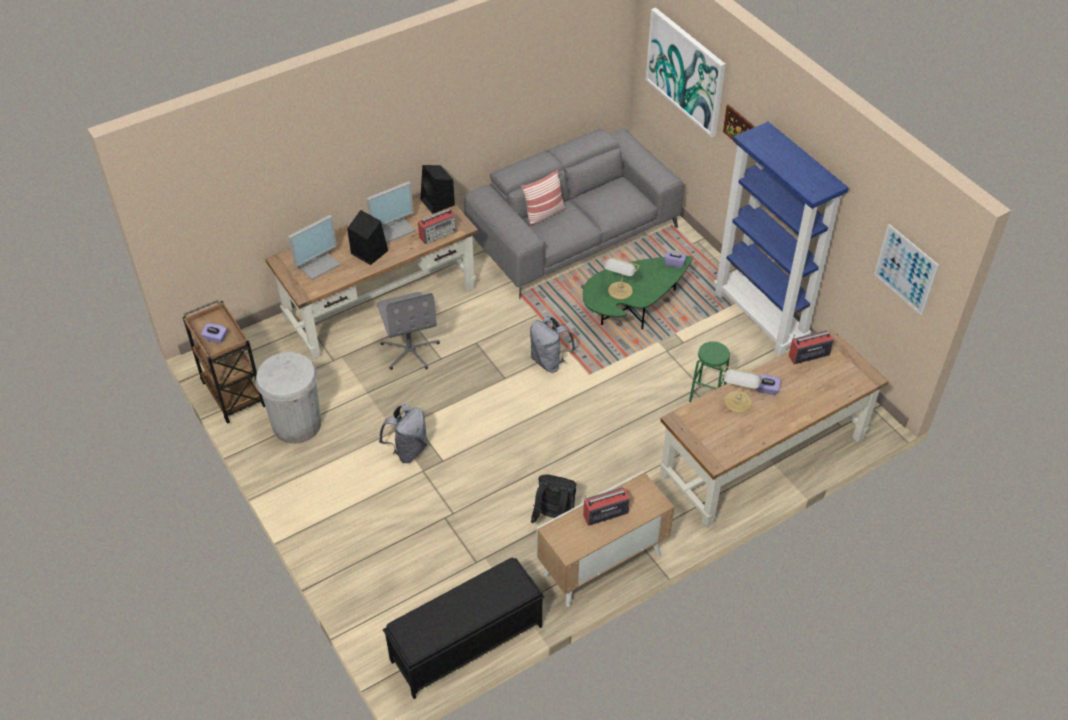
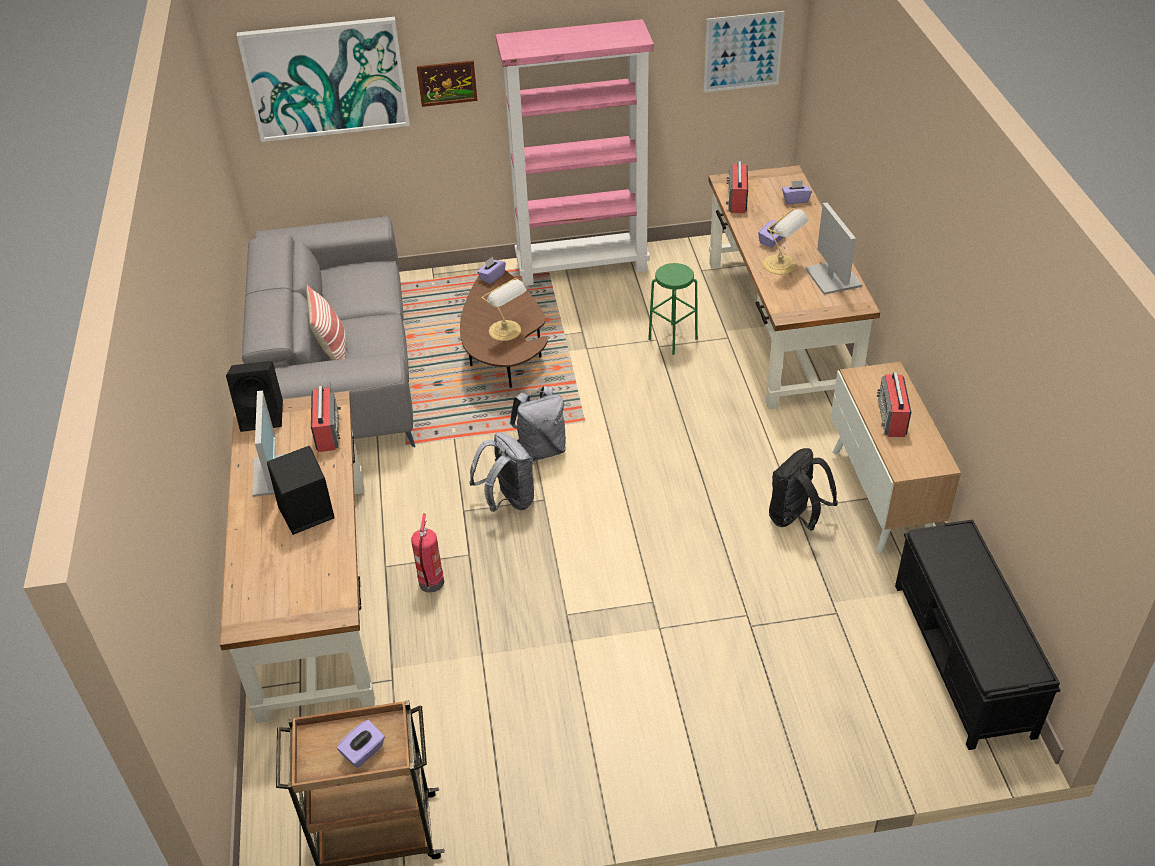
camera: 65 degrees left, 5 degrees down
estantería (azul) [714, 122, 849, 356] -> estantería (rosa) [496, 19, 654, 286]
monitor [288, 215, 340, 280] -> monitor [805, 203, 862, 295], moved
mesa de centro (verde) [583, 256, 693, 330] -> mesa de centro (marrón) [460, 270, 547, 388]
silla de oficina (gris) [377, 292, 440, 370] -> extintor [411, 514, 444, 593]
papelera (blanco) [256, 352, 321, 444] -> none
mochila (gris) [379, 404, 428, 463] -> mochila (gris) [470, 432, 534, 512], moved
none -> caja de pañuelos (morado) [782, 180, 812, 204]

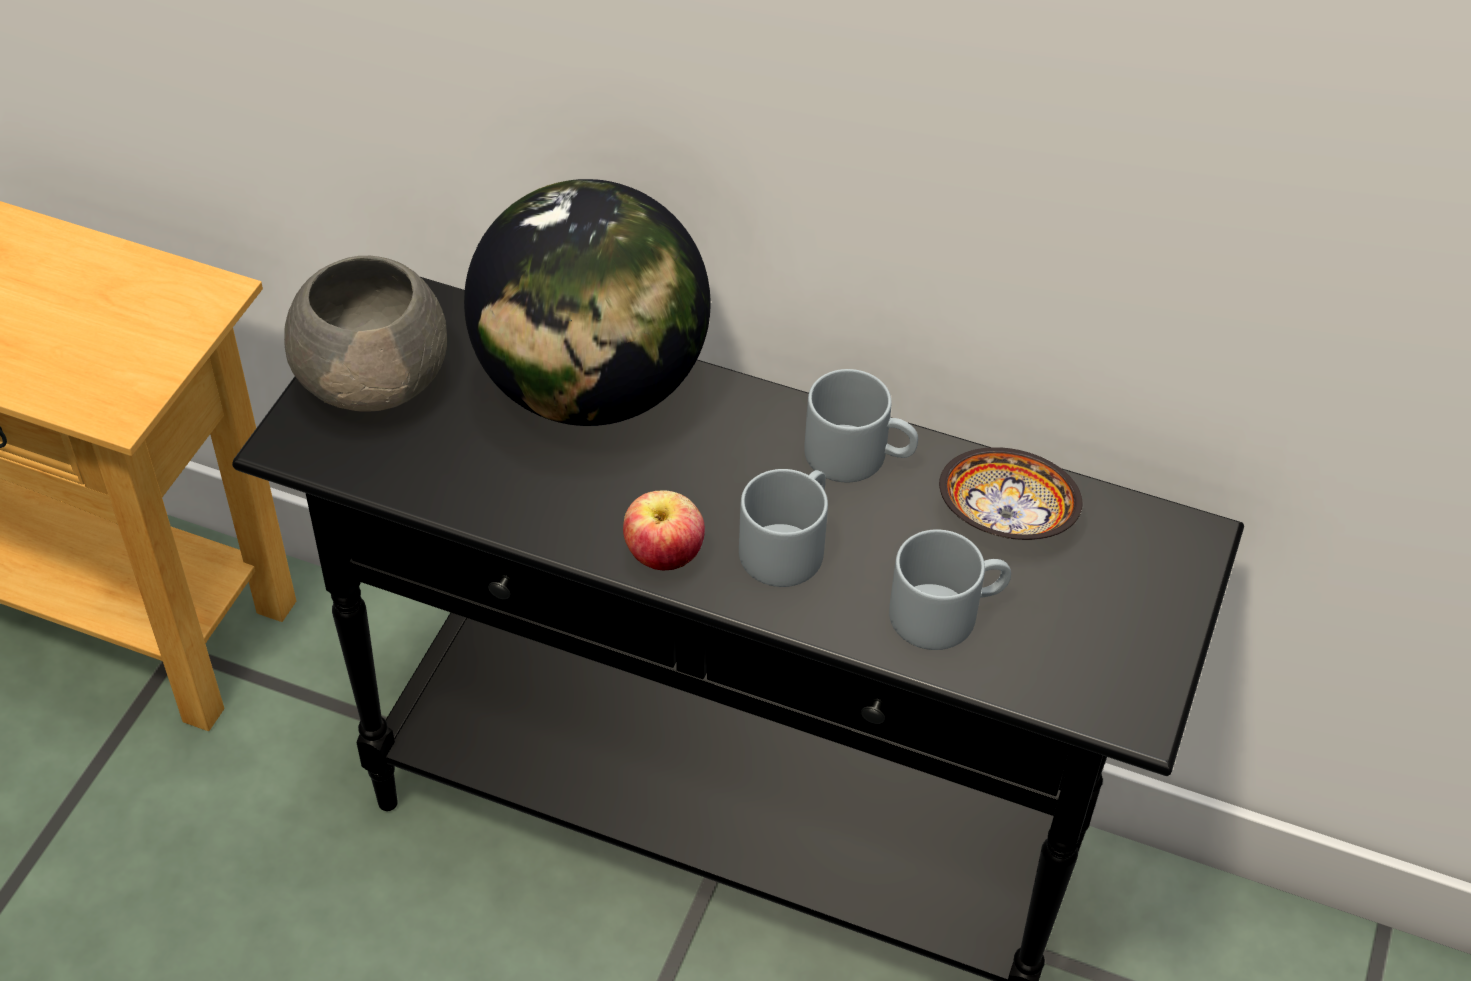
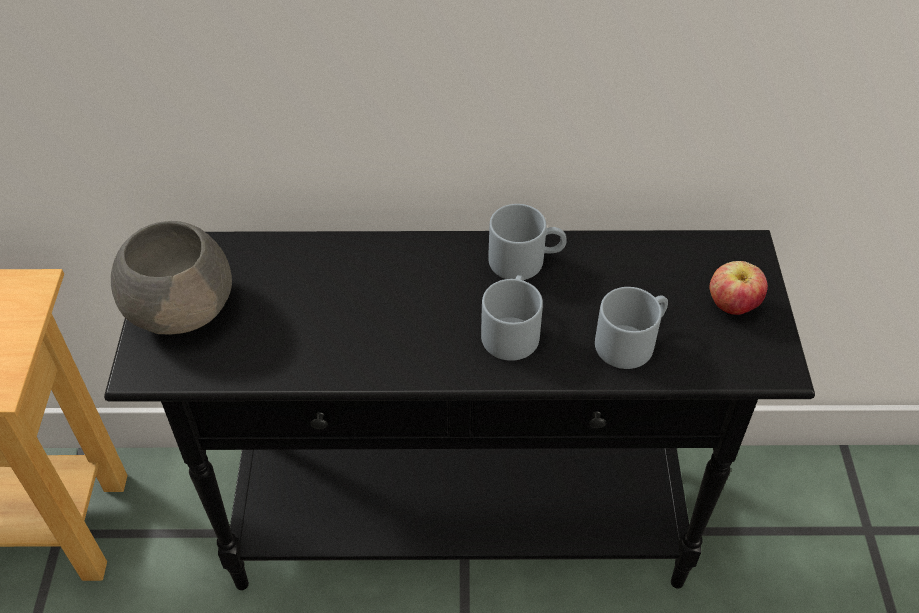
camera: 20 degrees left, 0 degrees up
globo terráqueo [464, 179, 711, 426] -> none
cuenco [939, 447, 1083, 540] -> none
manzana [623, 490, 705, 570] -> manzana [710, 261, 768, 315], moved

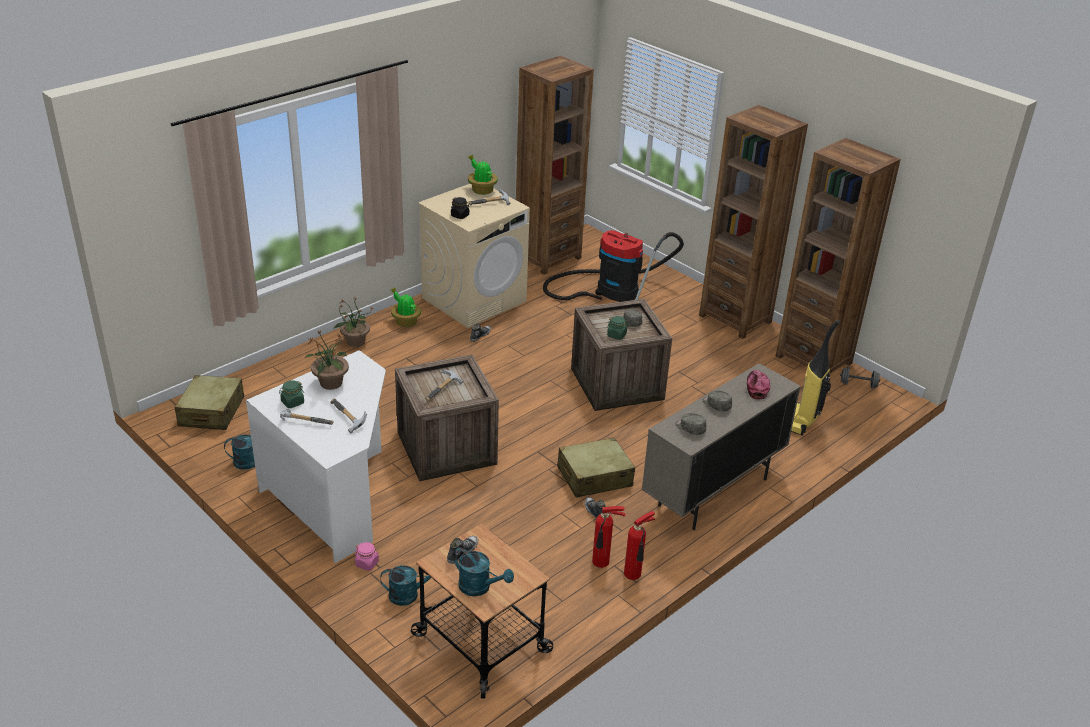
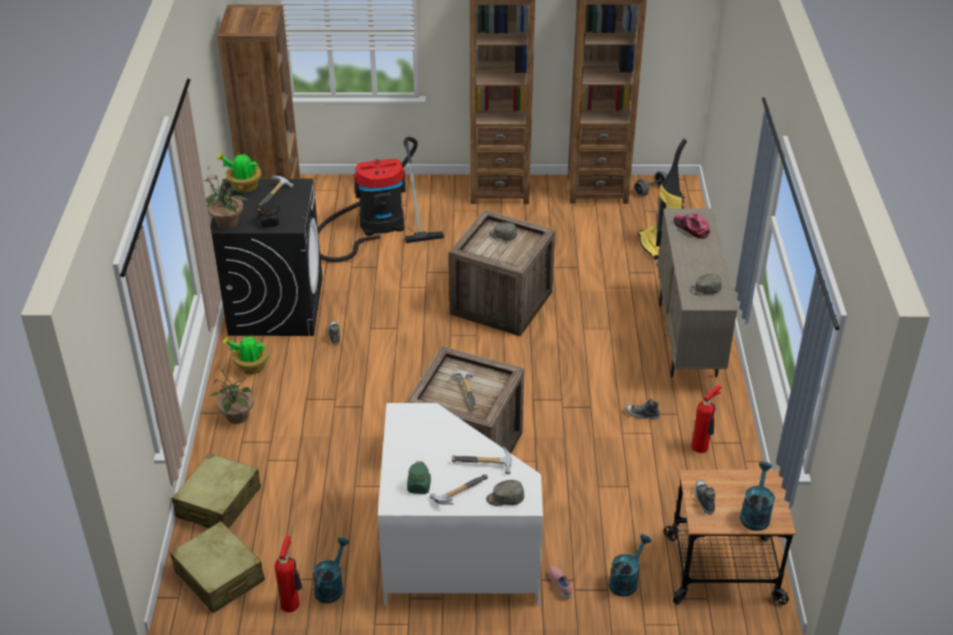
camera: 45 degrees left, 5 degrees up
lavadora (beis) [418, 184, 530, 328] -> lavadora (negro) [210, 179, 323, 336]
tarro (verde) [607, 316, 628, 340] -> none
planta en maceta [304, 330, 349, 390] -> planta en maceta [204, 174, 247, 229], moved
gorra (gris) [703, 390, 732, 412] -> gorra (gris) [486, 480, 524, 506], moved
maleta (beis) [557, 438, 635, 498] -> maleta (beis) [172, 453, 261, 529], moved
extintor [624, 511, 655, 580] -> extintor [275, 536, 302, 612], moved
tarro (rosa) [355, 542, 379, 571] -> zapato (rosa) [549, 566, 572, 599]
regadera (turquesa) [453, 547, 514, 596] -> regadera (turquesa) [740, 462, 775, 531], 60 degrees counterclockwise

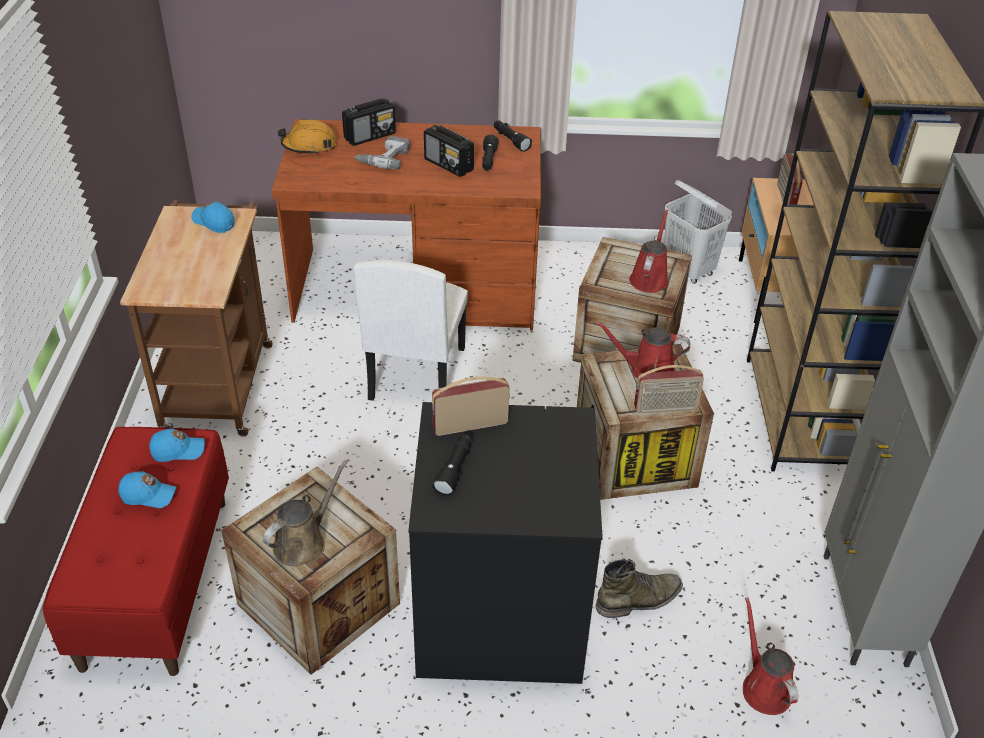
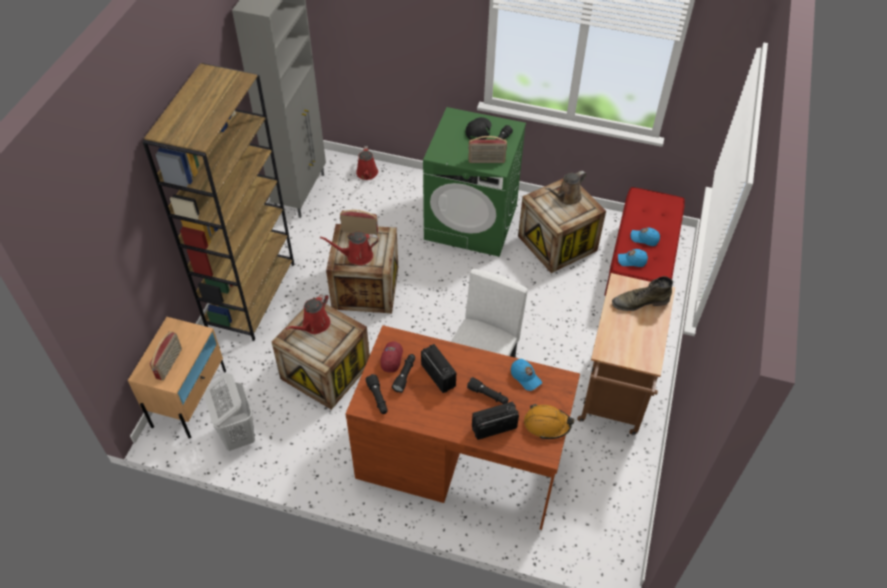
camera: 165 degrees left, 10 degrees up
taladro [355, 136, 410, 169] -> linterna (negro) [467, 377, 509, 404]
gorra (azul) [191, 202, 234, 233] -> gorra (azul) [511, 359, 542, 391], moved
regadera (rojo) [596, 321, 690, 378] -> regadera (rojo) [320, 232, 379, 265], 150 degrees clockwise
lavadora (negro) [408, 402, 603, 684] -> lavadora (verde) [423, 107, 526, 257]
bota (verde) [596, 559, 683, 618] -> bota (verde) [612, 276, 673, 311], moved
none -> gorra (negro) [466, 117, 492, 140]
none -> gorra (rojo) [380, 341, 403, 372]

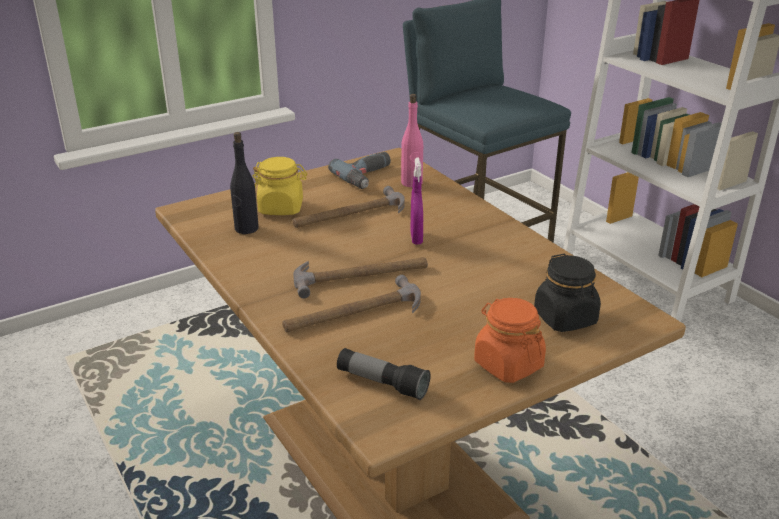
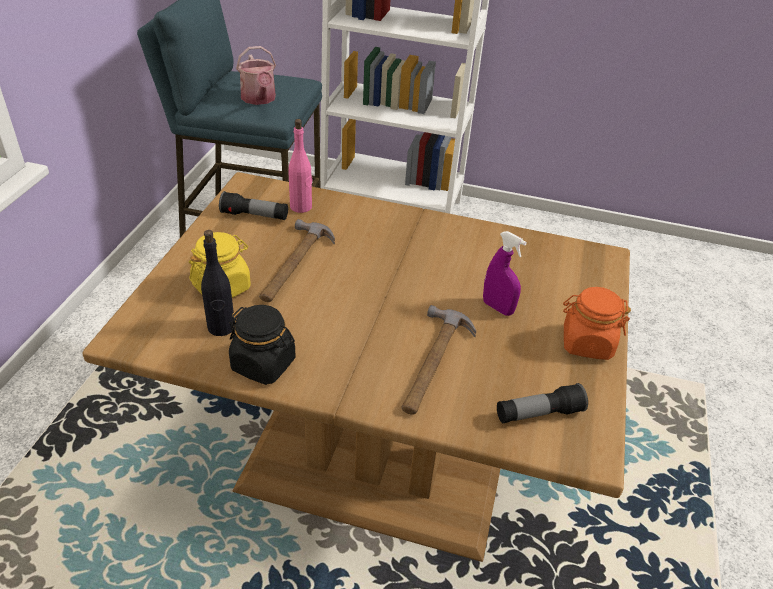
camera: 45 degrees left, 10 degrees up
taladro [328, 152, 391, 189] -> linterna [219, 191, 288, 220]
pulverizador (morado) [410, 157, 423, 245] -> pulverizador (morado) [483, 231, 527, 316], moved
tarro (negro) [534, 254, 601, 332] -> tarro (negro) [229, 305, 296, 385], moved
martillo [293, 257, 428, 299] -> none
none -> regadera [236, 46, 276, 105]

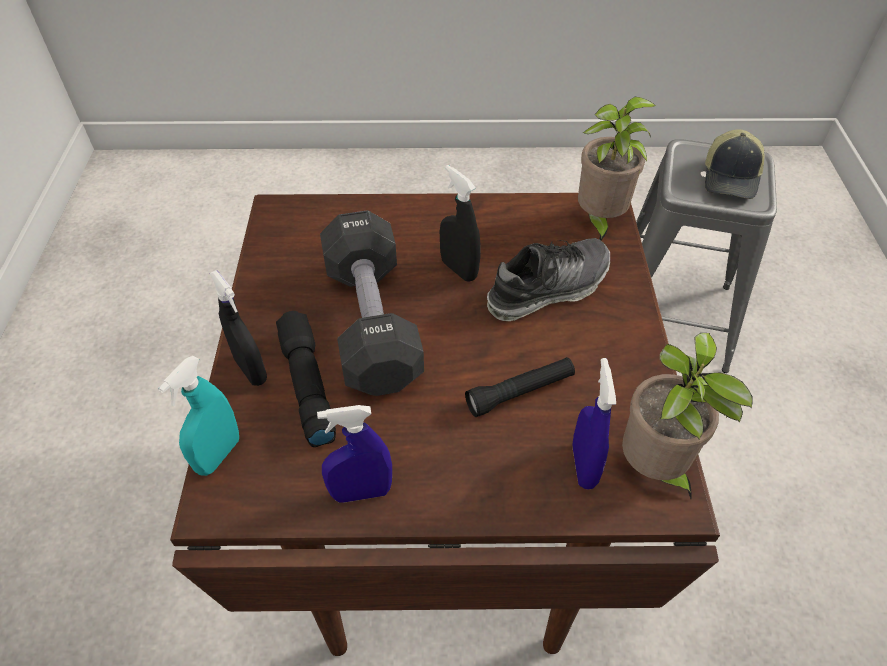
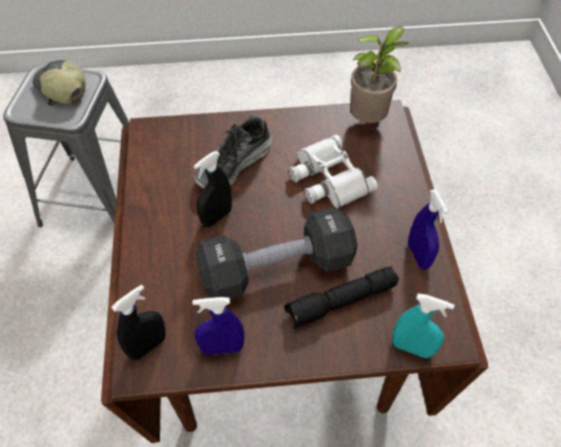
camera: 95 degrees left, 5 degrees up
planta en maceta [578, 97, 656, 240] -> none
gorra [705, 129, 764, 199] -> gorra [33, 60, 86, 104], 150 degrees counterclockwise
zapato [487, 238, 610, 321] -> zapato [194, 114, 272, 188], 105 degrees counterclockwise
pulverizador (negro) [209, 270, 267, 386] -> pulverizador (negro) [111, 284, 166, 360], moved
linterna (negro) [465, 357, 575, 417] -> prismáticos (blanco) [289, 135, 378, 208]
pulverizador (azul) [572, 358, 616, 489] -> pulverizador (azul) [192, 297, 244, 355], moved

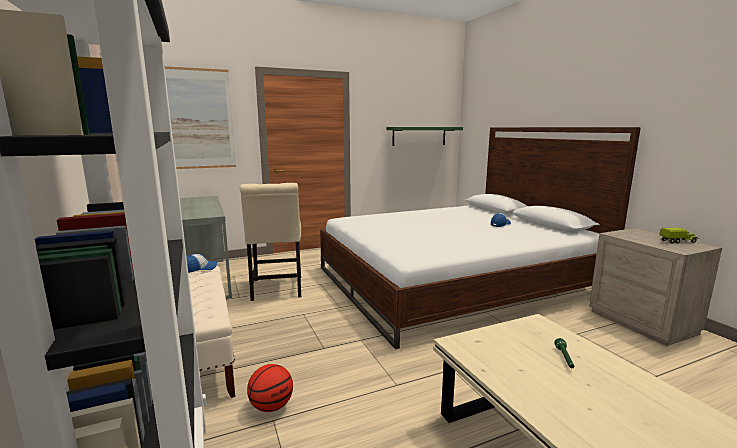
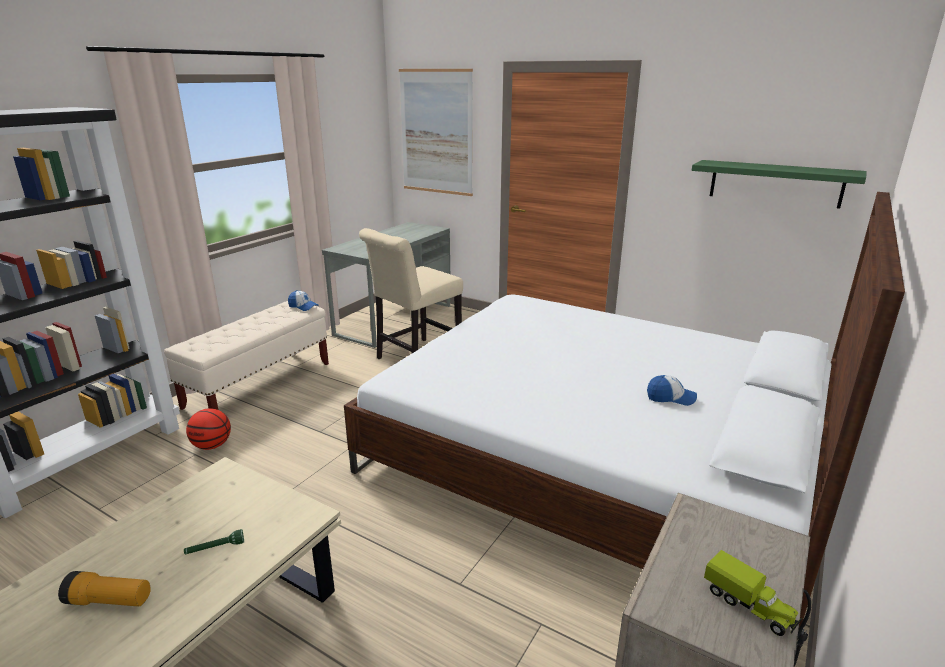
camera: 55 degrees right, 10 degrees up
none -> linterna [58, 571, 151, 606]

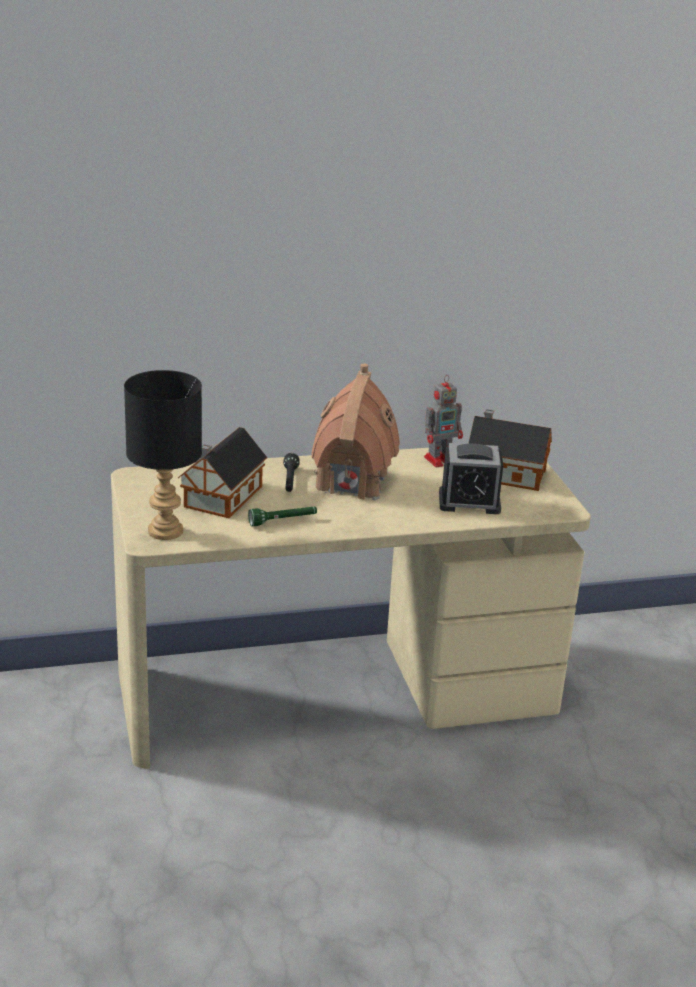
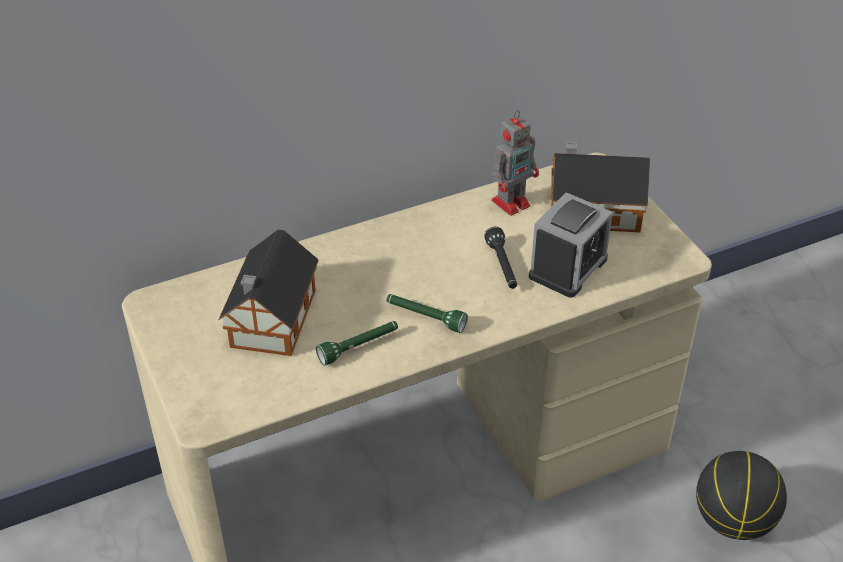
camera: 10 degrees left, 15 degrees up
casita [312, 363, 400, 500] -> none
lámpara de mesa (negro) [124, 370, 202, 540] -> none
despertador [439, 443, 503, 514] -> despertador [529, 192, 613, 298], 45 degrees counterclockwise
linterna (negro) [283, 453, 300, 492] -> linterna (negro) [484, 227, 517, 289], moved
none -> linterna (verde) [387, 294, 468, 333]
none -> balón de baloncesto [696, 451, 787, 540]

